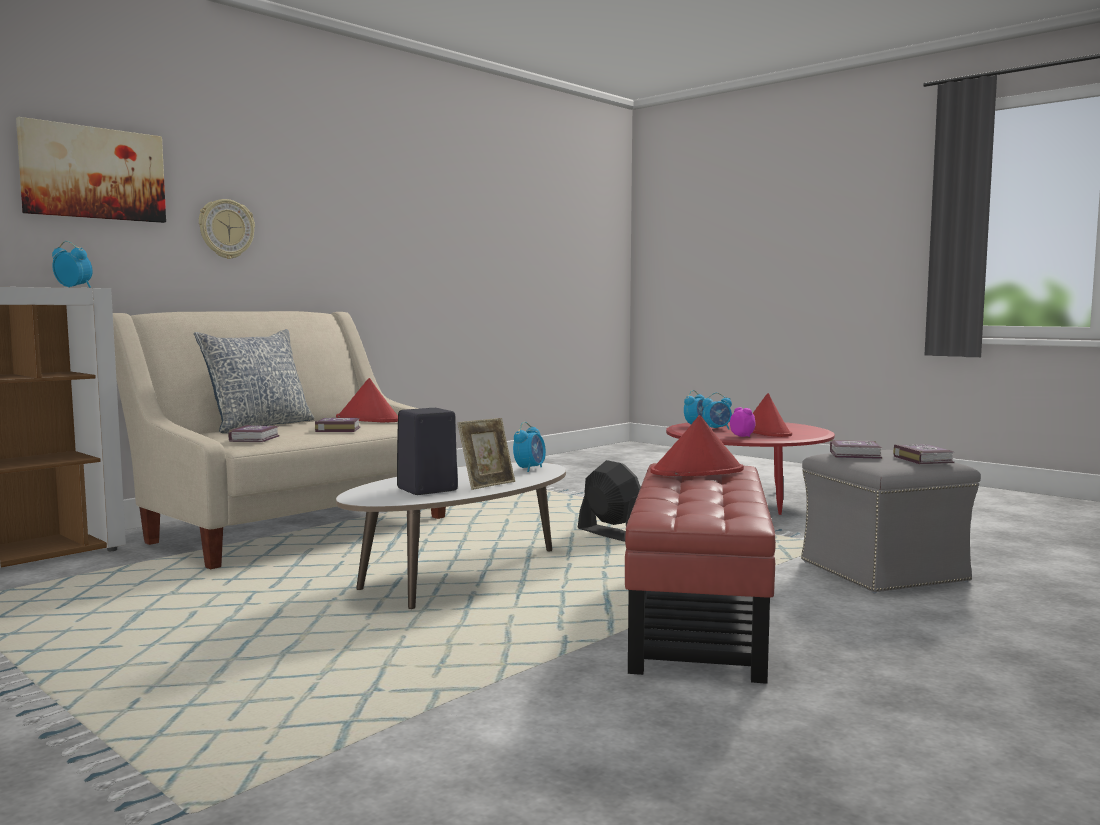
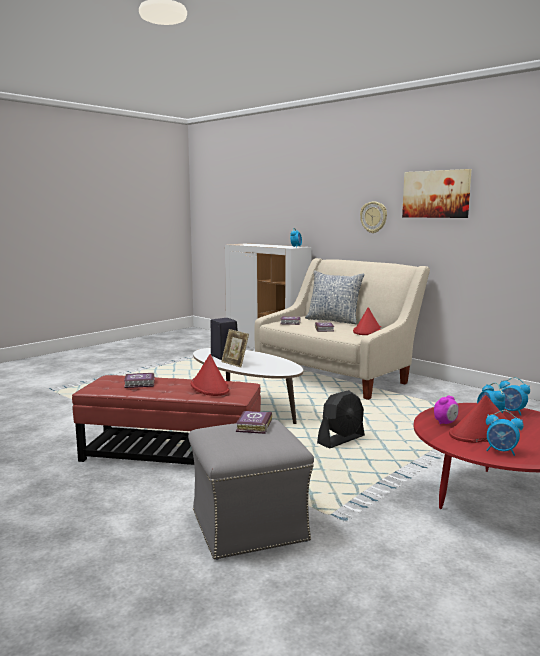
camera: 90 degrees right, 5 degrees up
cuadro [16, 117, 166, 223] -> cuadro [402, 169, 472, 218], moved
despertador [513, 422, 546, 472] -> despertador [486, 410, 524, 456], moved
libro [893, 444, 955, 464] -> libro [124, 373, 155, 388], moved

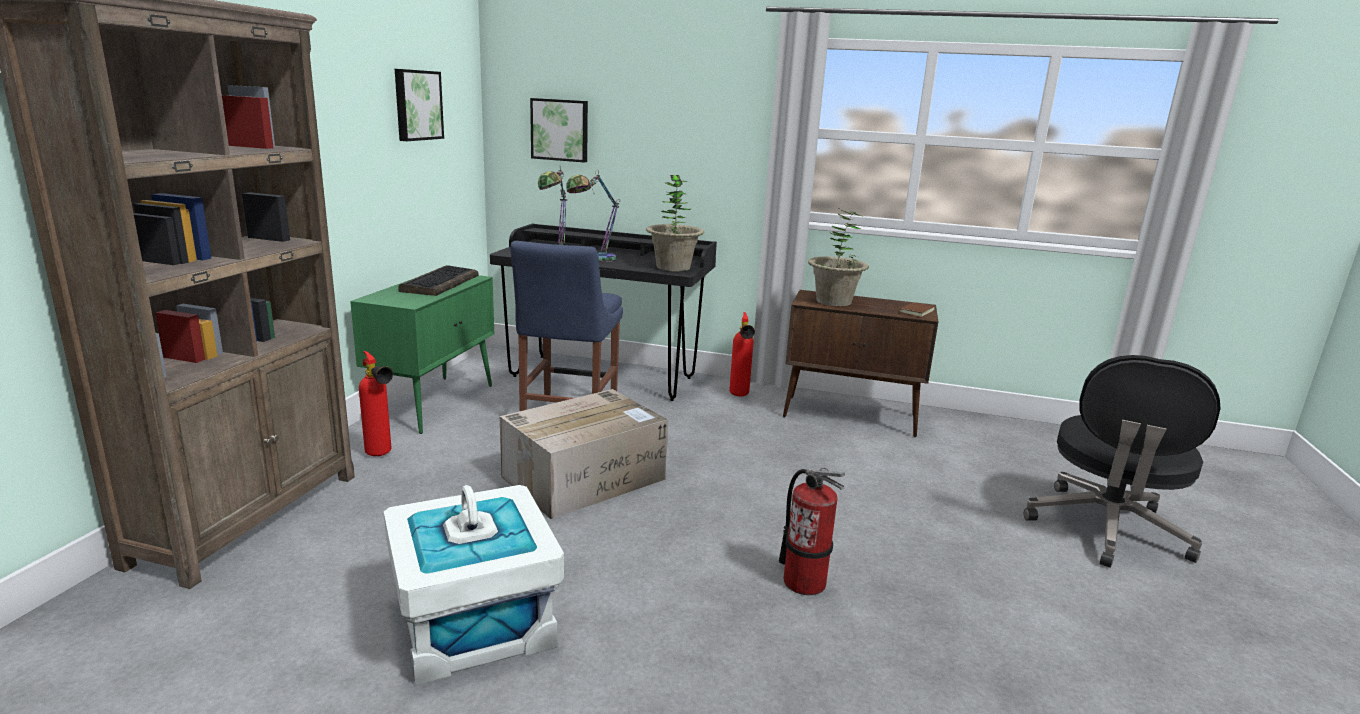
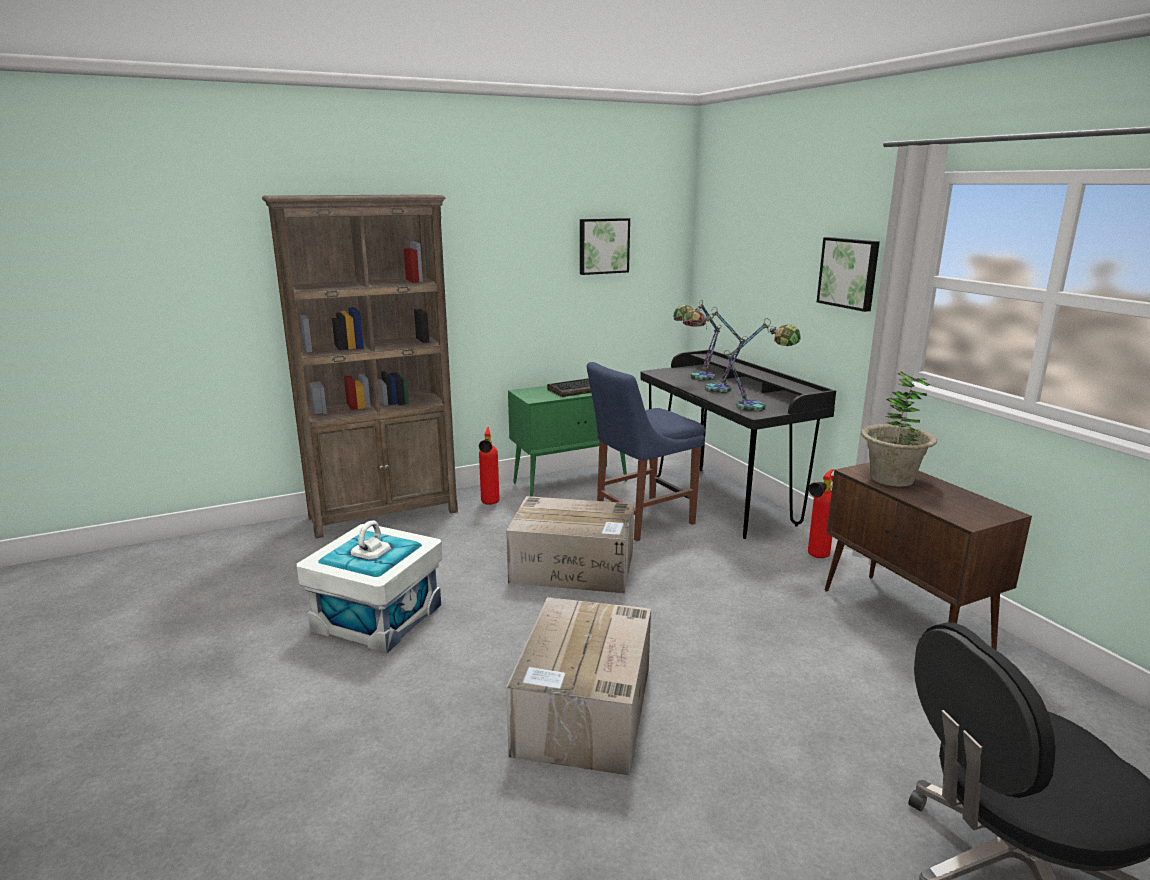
camera: 50 degrees right, 0 degrees up
cuadro [530, 98, 588, 162] -> cuadro [817, 237, 880, 312], moved
planta en maceta [646, 175, 704, 271] -> lámpara de mesa [724, 318, 801, 411]
libro (marrón) [899, 302, 935, 317] -> none
extintor [779, 468, 845, 595] -> caja de cartón [506, 597, 651, 776]

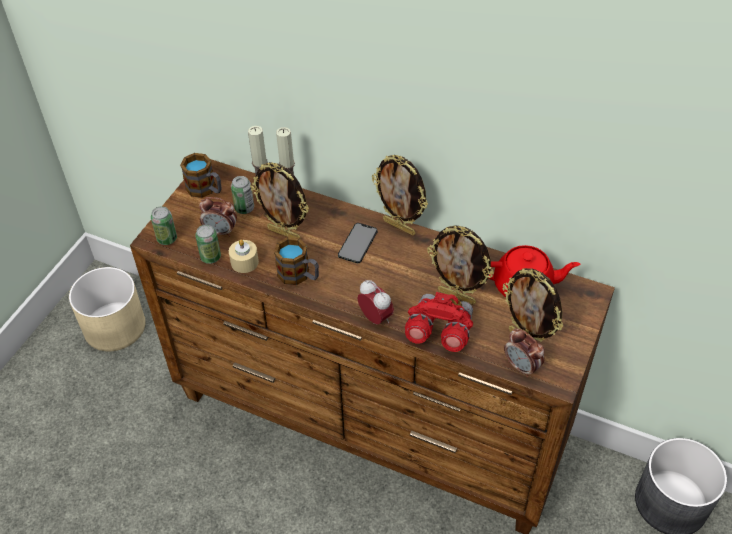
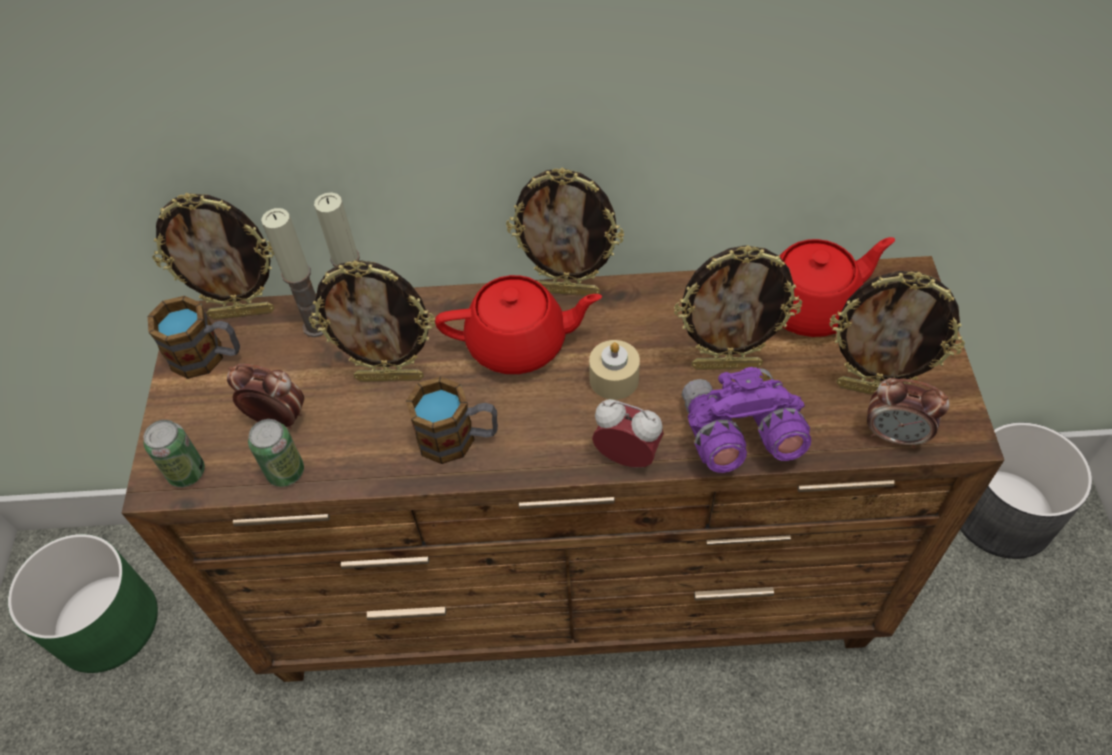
camera: 25 degrees left, 5 degrees up
lata [231, 176, 254, 214] -> none
despertador [199, 197, 237, 237] -> despertador [227, 364, 304, 429], 150 degrees counterclockwise
móvil [338, 223, 378, 263] -> tetera (rojo) [435, 275, 602, 374]
vela (beis) [229, 240, 259, 273] -> vela (beis) [589, 340, 640, 400], moved
maceta (beis) [69, 267, 146, 351] -> maceta (verde) [8, 534, 158, 673]
prismáticos (rojo) [405, 292, 473, 352] -> prismáticos (morado) [682, 367, 811, 473]
none -> portarretratos [152, 193, 275, 320]

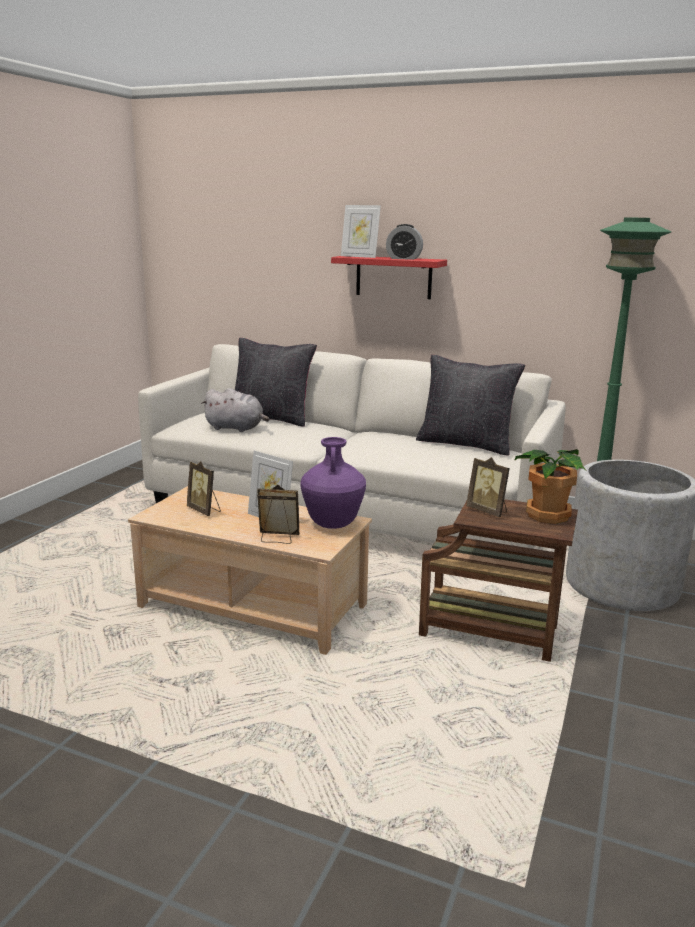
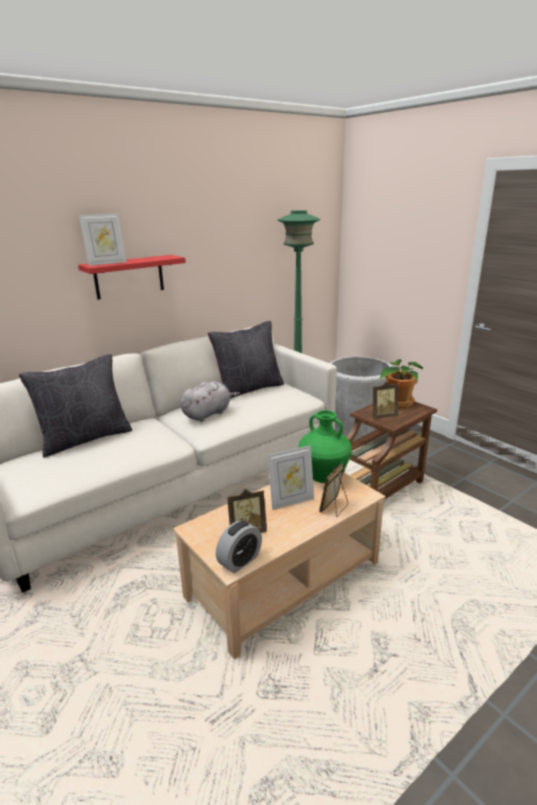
camera: 60 degrees left, 5 degrees up
despertador [386, 224, 423, 260] -> despertador [216, 520, 262, 573], moved
peluche (gris) [201, 388, 269, 432] -> peluche (gris) [181, 381, 240, 422], moved
florero (morado) [300, 437, 366, 529] -> florero (verde) [298, 410, 352, 483]

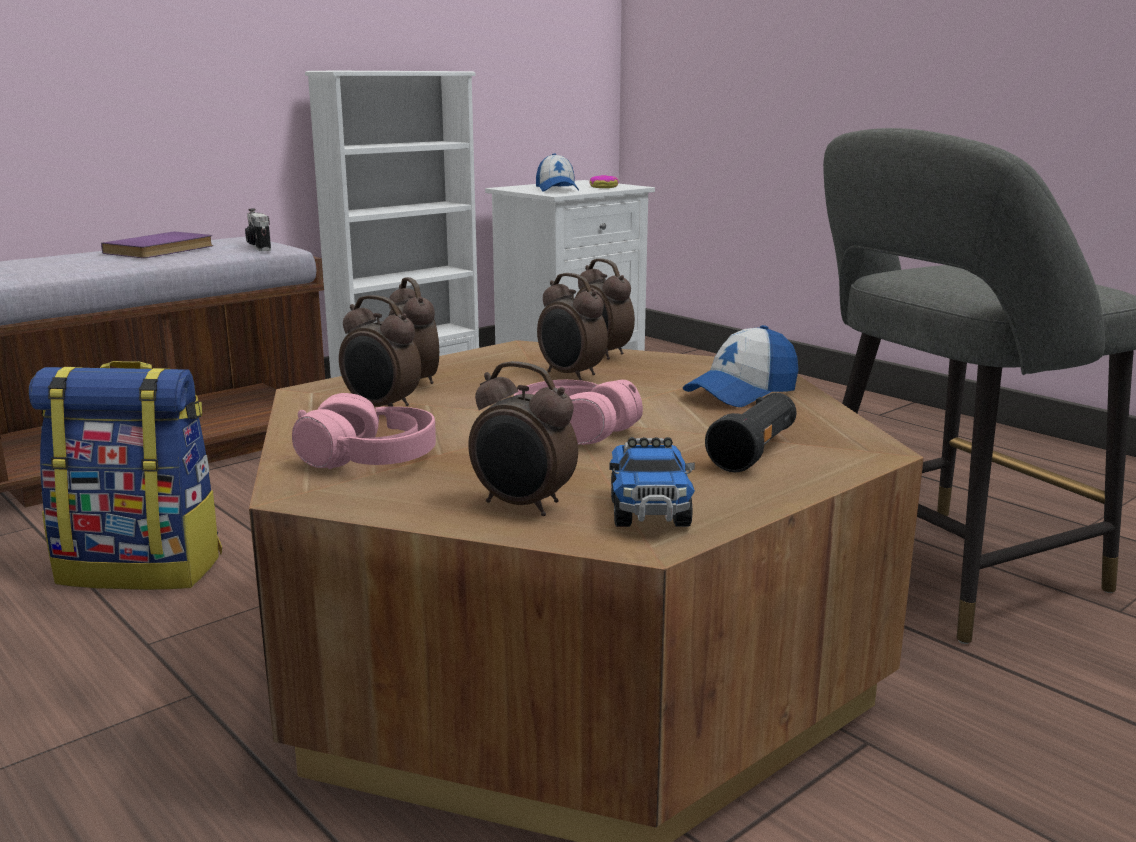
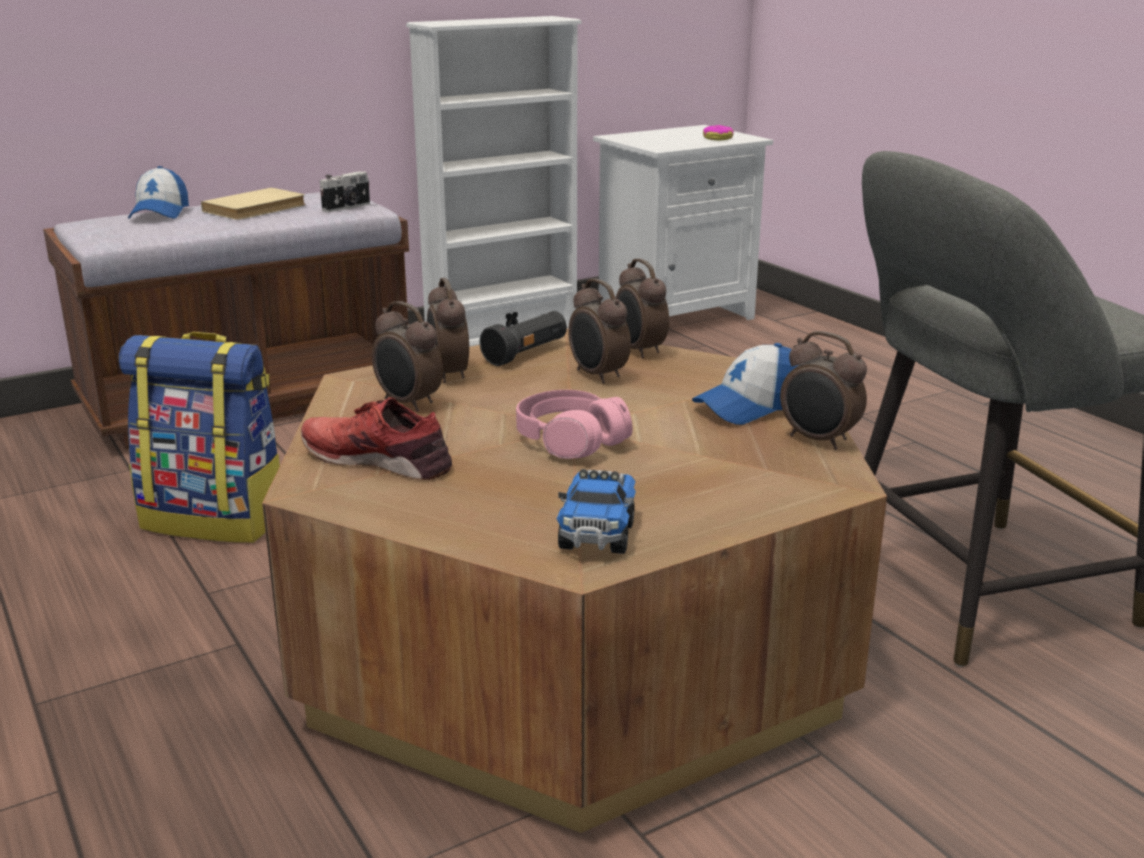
camera: 10 degrees right, 5 degrees up
gorra [536, 153, 579, 192] -> gorra [128, 166, 189, 219], moved
cámara [245, 209, 271, 251] -> cámara [320, 171, 370, 212], 120 degrees counterclockwise
libro (morado) [101, 232, 213, 258] -> libro (beis) [201, 188, 306, 220]
despertador [468, 361, 578, 516] -> despertador [780, 331, 867, 450], moved
auriculares (rosa) [292, 393, 436, 469] -> zapato (rojo) [301, 397, 452, 480]
linterna (negro) [705, 393, 797, 472] -> linterna (negro) [480, 311, 567, 366], moved

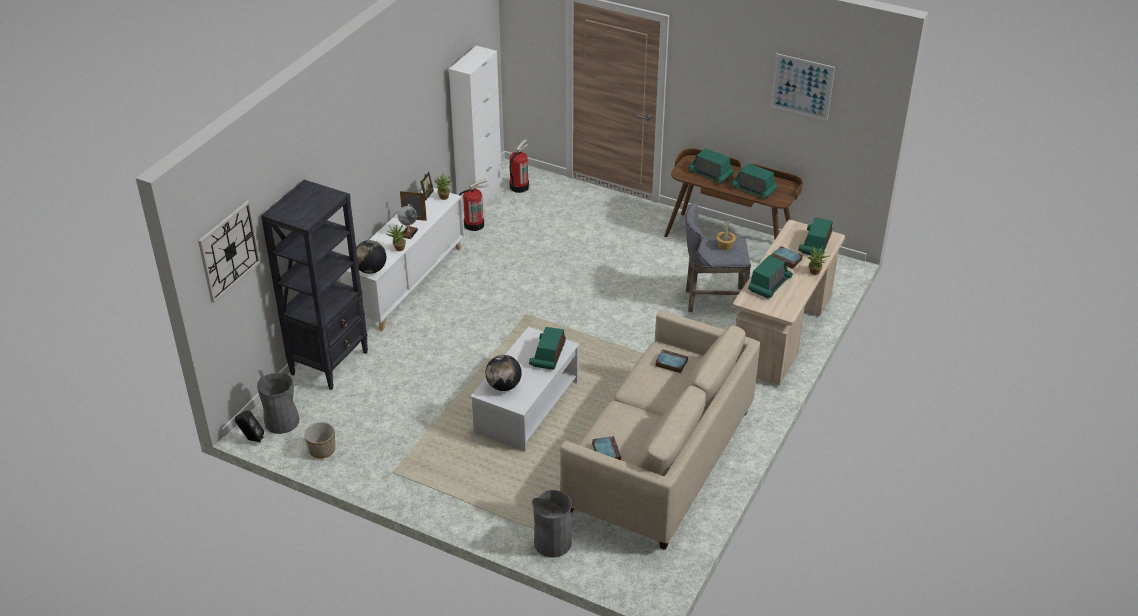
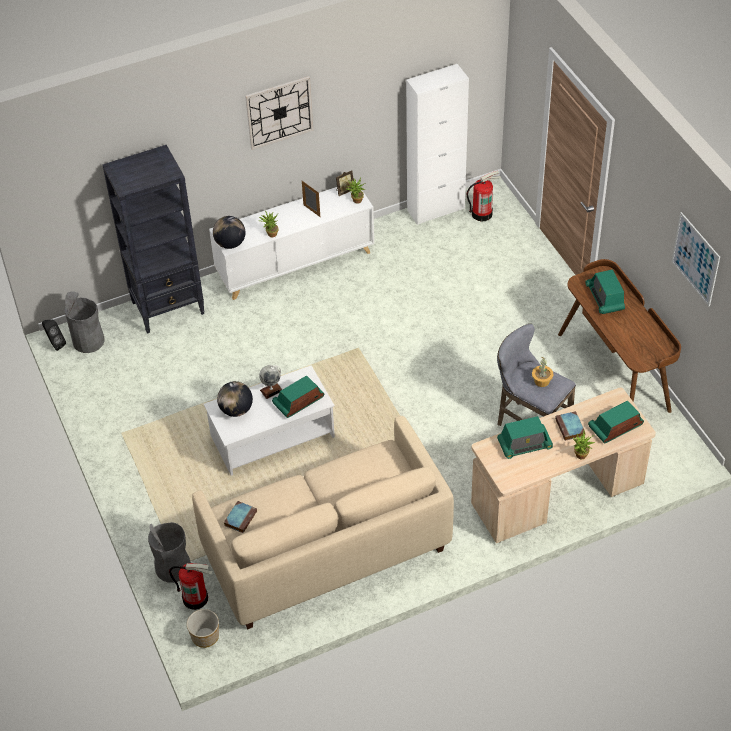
camera: 40 degrees right, 10 degrees up
radio [730, 163, 778, 199] -> none
extintor [459, 179, 489, 231] -> extintor [169, 563, 212, 610], moved
reloj de pared [198, 201, 261, 303] -> reloj de pared [245, 76, 313, 150], moved
globo terráqueo [398, 204, 418, 239] -> globo terráqueo [259, 365, 282, 399], moved
libro [655, 349, 688, 373] -> none
maceta [304, 422, 335, 459] -> maceta [187, 609, 219, 648], moved

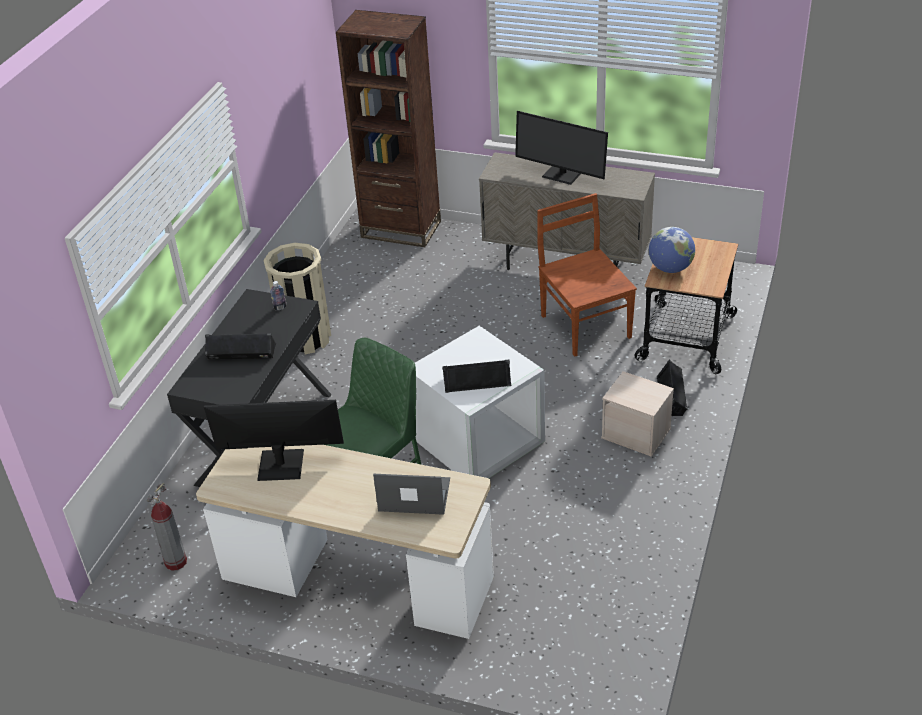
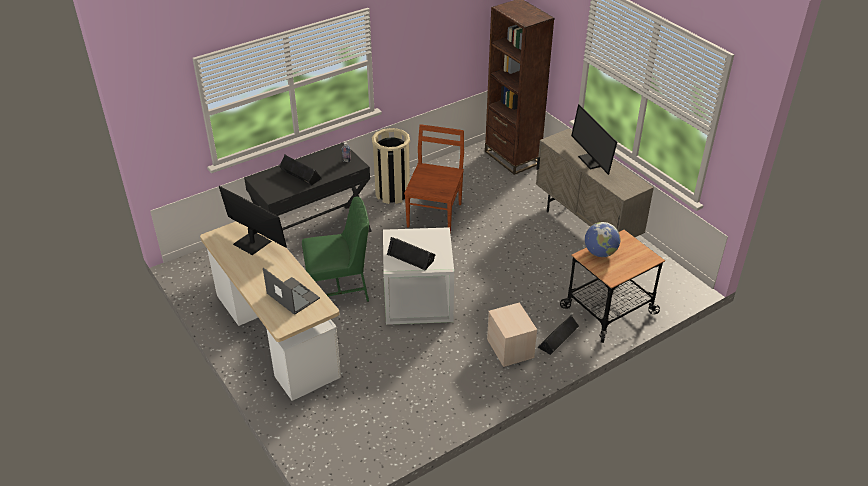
camera: 35 degrees right, 0 degrees up
silla (marrón) [537, 193, 637, 357] -> silla (marrón) [404, 124, 464, 233], moved
extintor [147, 483, 187, 571] -> none

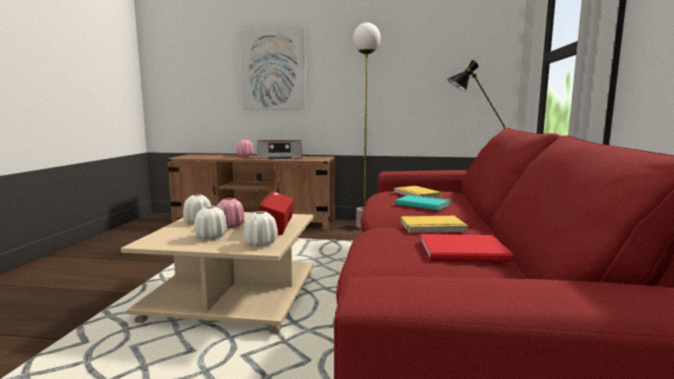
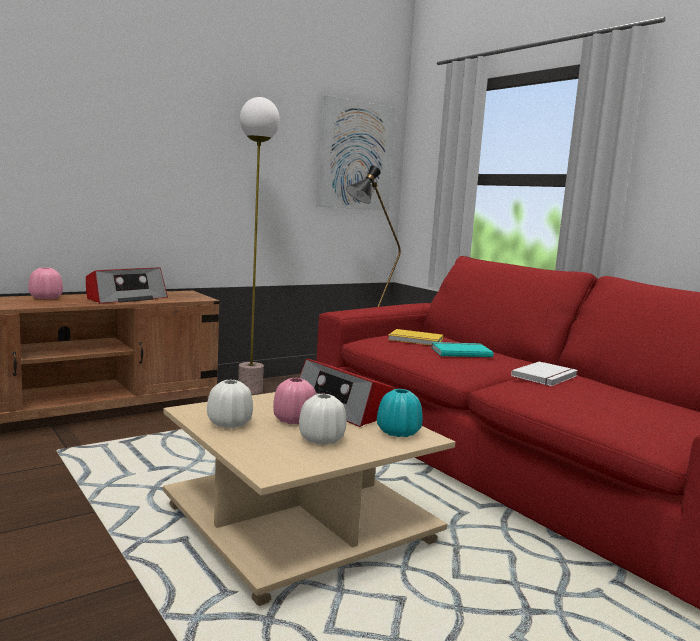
camera: 45 degrees left, 0 degrees up
cuadro [239, 29, 306, 110] -> cuadro [316, 95, 396, 211], moved
florero (blanco) [244, 211, 278, 246] -> florero (turquesa) [377, 389, 423, 437]
libro (amarillo) [400, 216, 468, 233] -> libro (blanco) [511, 361, 578, 386]
libro (rojo) [420, 234, 513, 262] -> none

